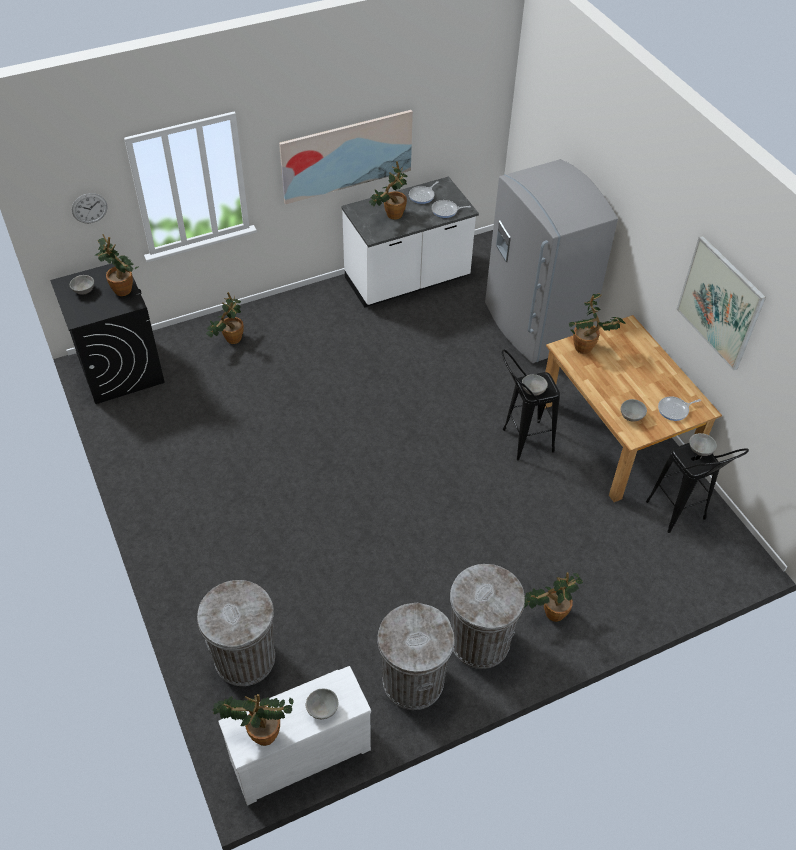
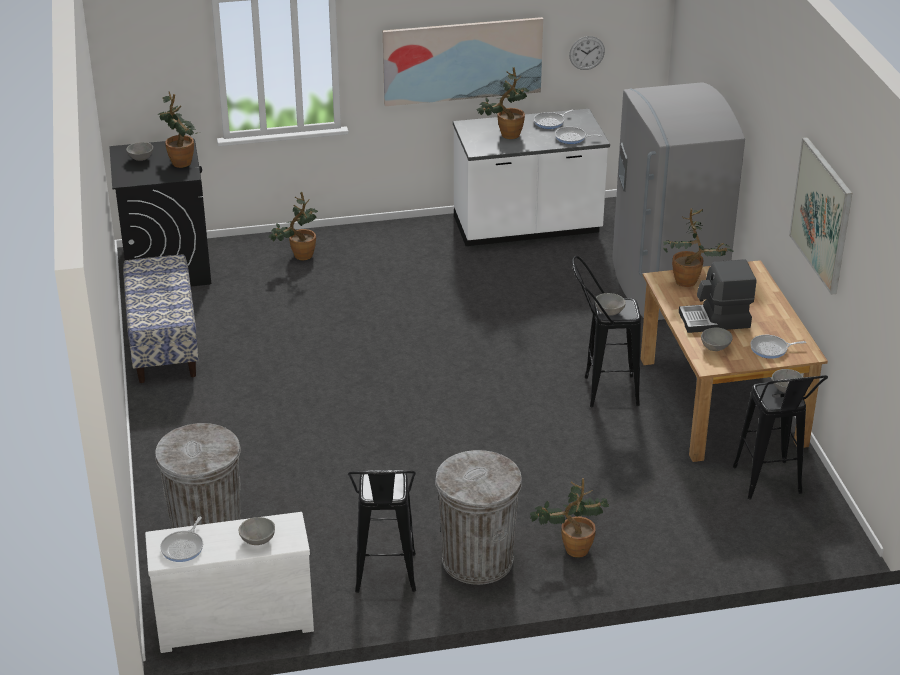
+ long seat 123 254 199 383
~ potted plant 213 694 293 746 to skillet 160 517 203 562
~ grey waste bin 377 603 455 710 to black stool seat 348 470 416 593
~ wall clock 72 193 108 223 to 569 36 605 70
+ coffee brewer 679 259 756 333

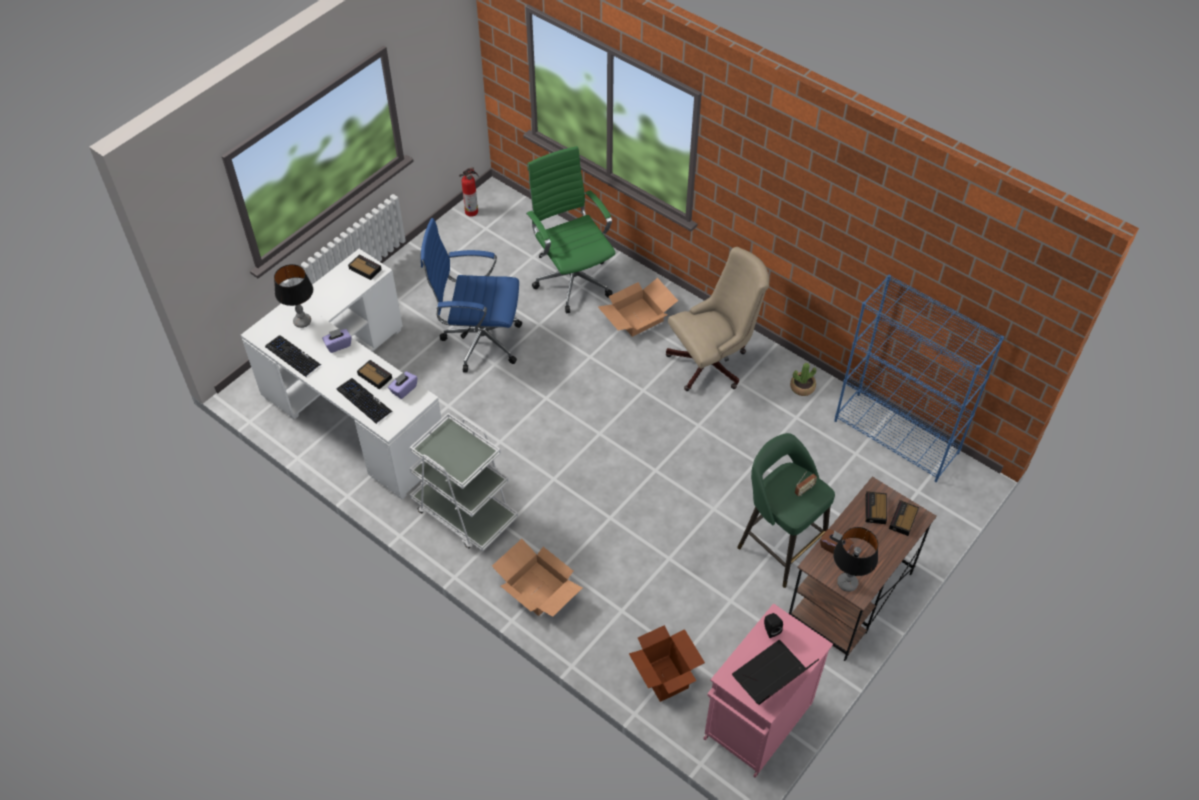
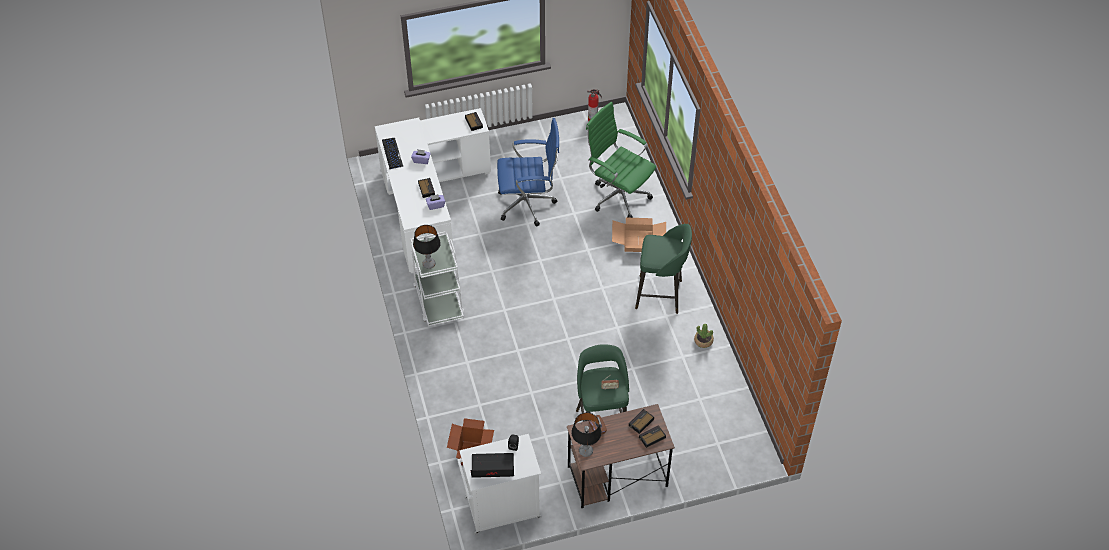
~ table lamp 274 264 313 328 to 413 225 441 269
~ pink-coloured cabinet 703 603 833 778 to white-coloured cabinet 457 434 542 535
~ blue office chair 421 218 522 373 = 497 118 559 226 135 degrees clockwise
~ green-coloured office chair 526 146 615 313 = 586 102 656 218 60 degrees counterclockwise
~ sand-coloured office chair 666 247 769 391 to green-coloured stool seat 635 224 692 314
- keyboard 337 378 393 424
- carton 492 539 583 617
- blue bookshelf 834 275 1004 482

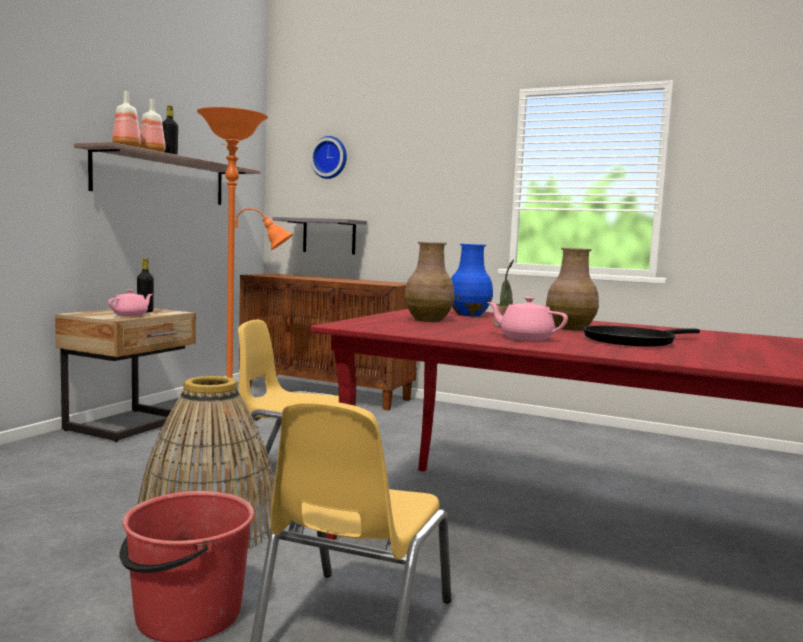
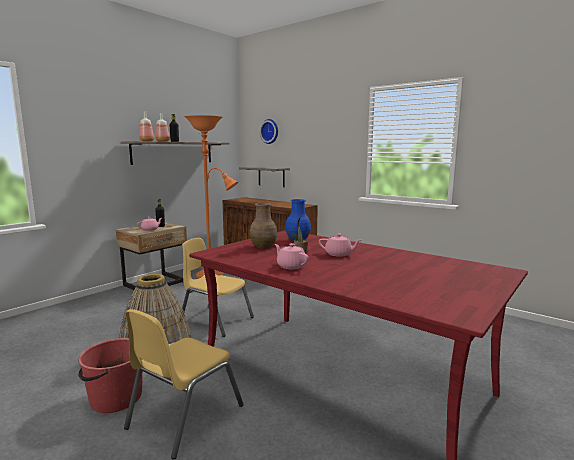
~ brownish flower vase 546 248 599 330 to pink-coloured teapot 319 233 362 256
- black skillet 583 326 700 347

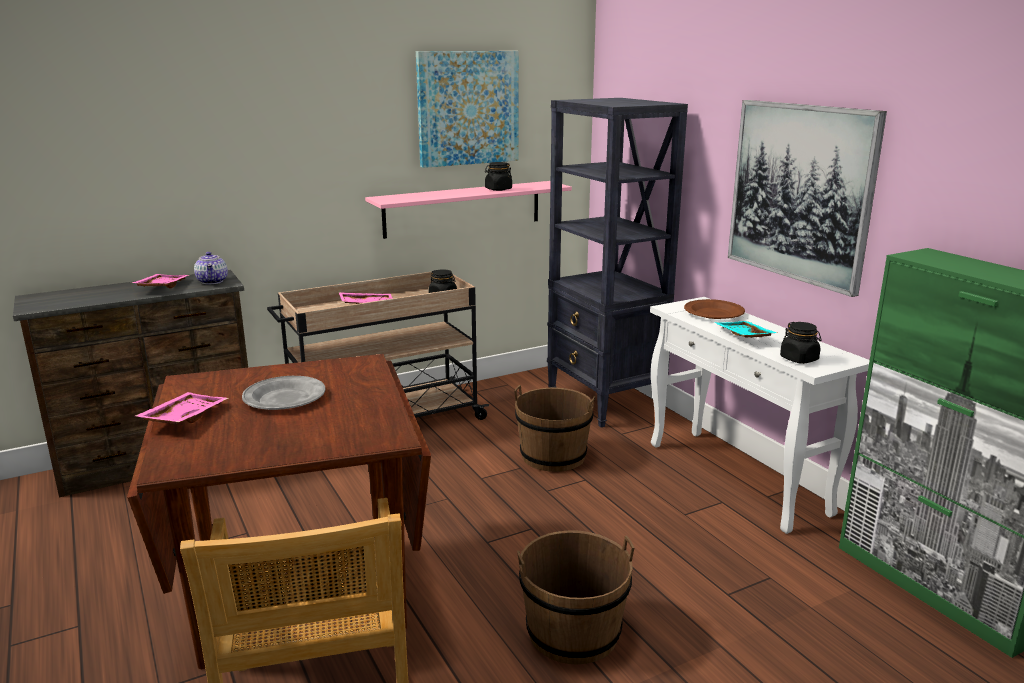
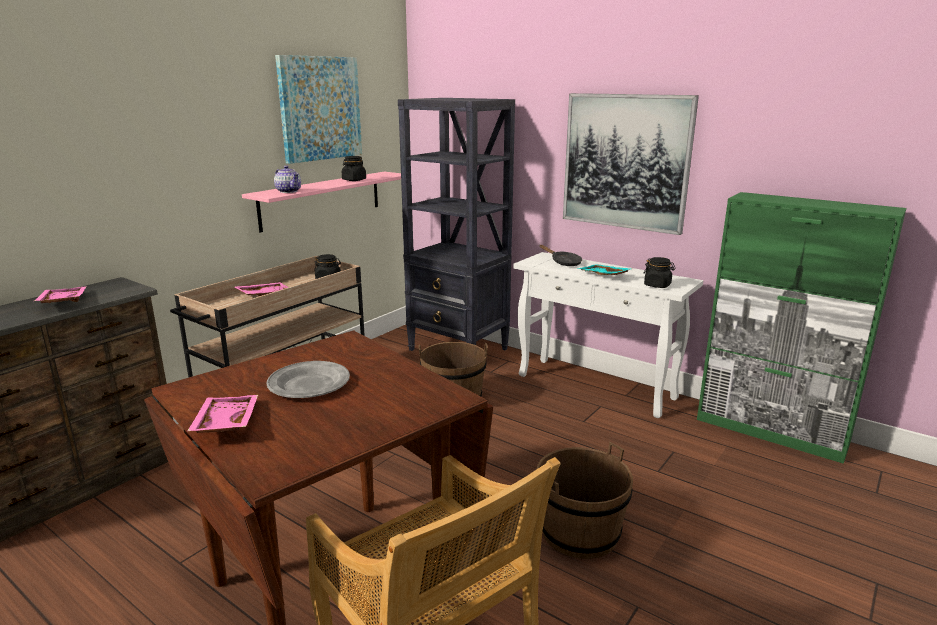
~ teapot 194 252 228 284 to 274 165 301 193
~ brownish plate 684 299 745 319 to black skillet 539 245 582 266

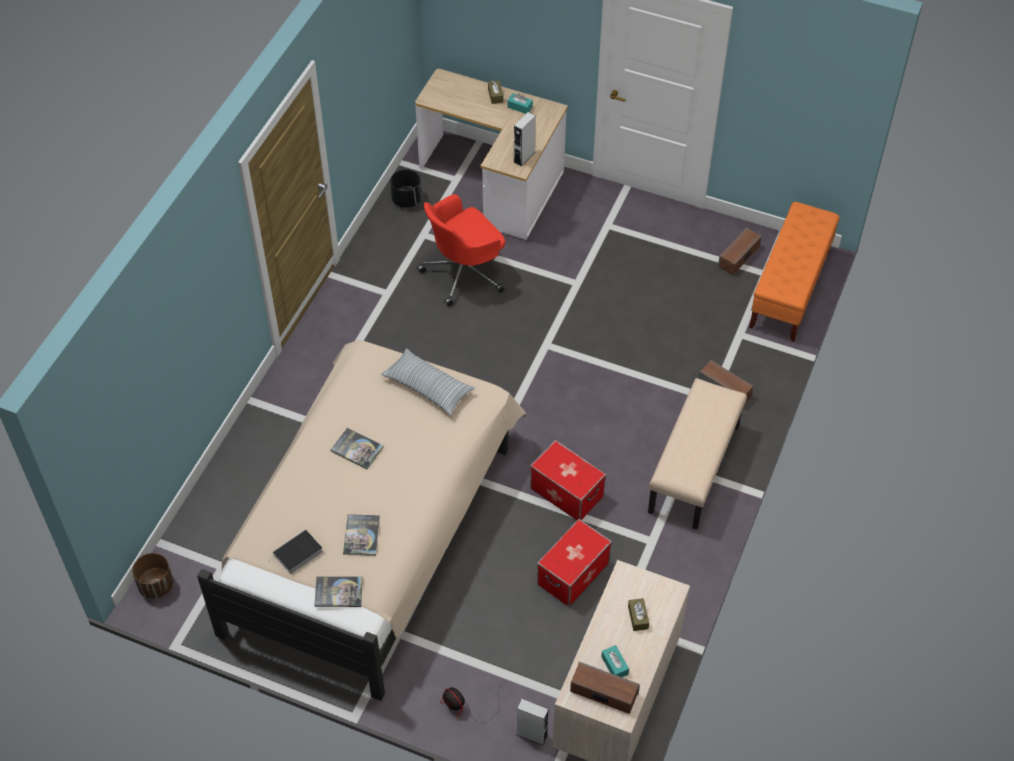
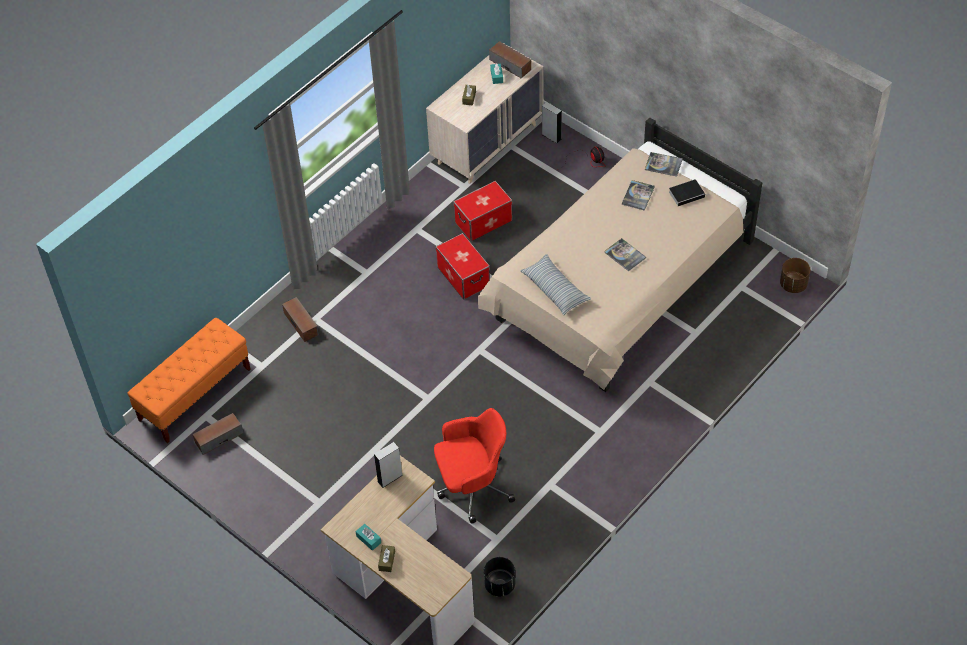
- sand-coloured long seat 648 378 747 530

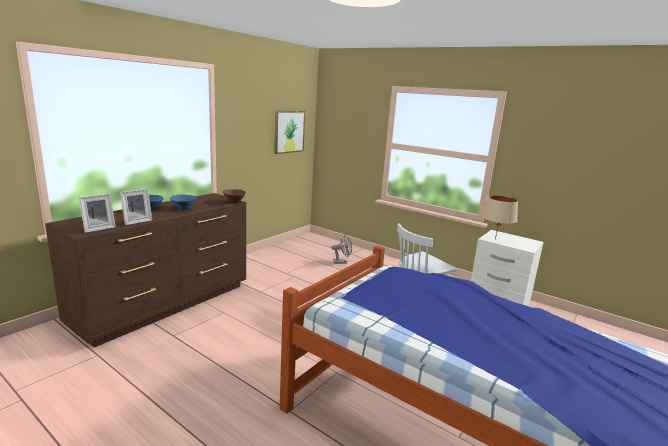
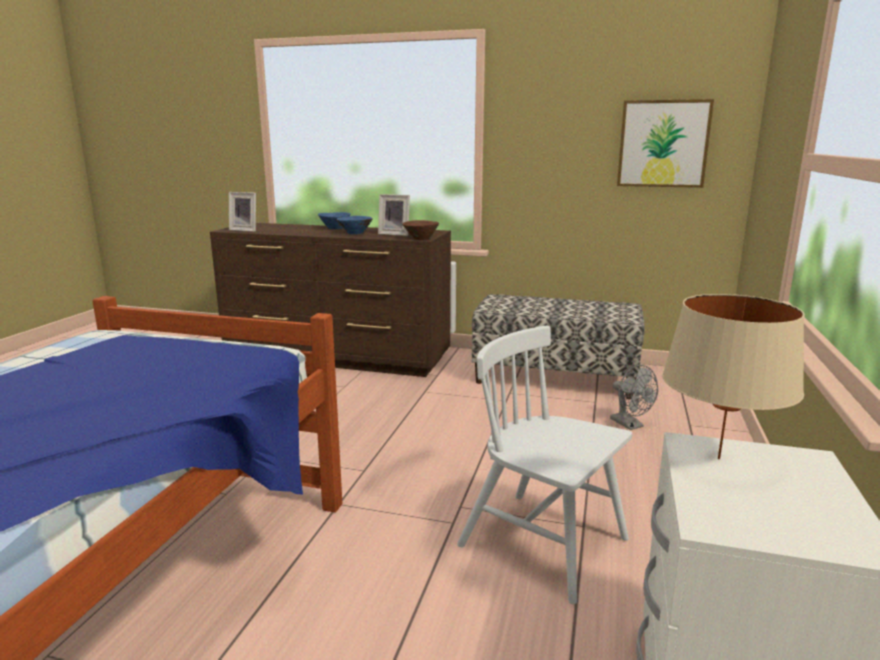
~ picture frame 120 189 152 225 to 378 194 410 236
+ long seat 472 294 645 399

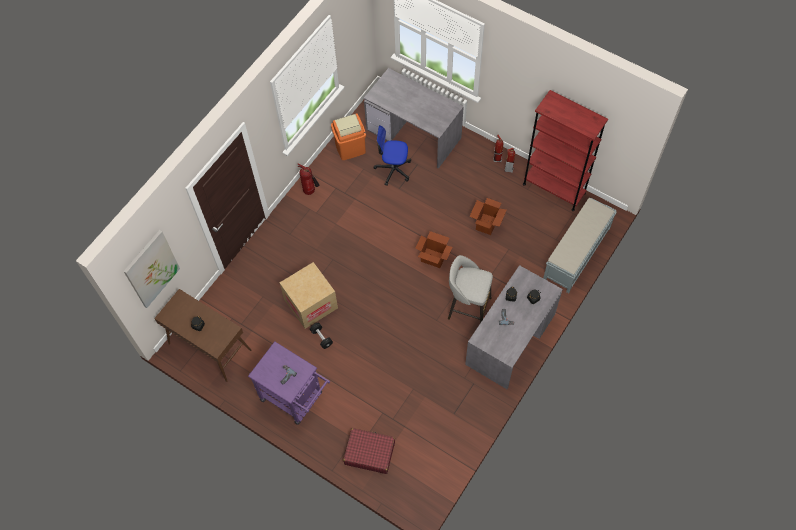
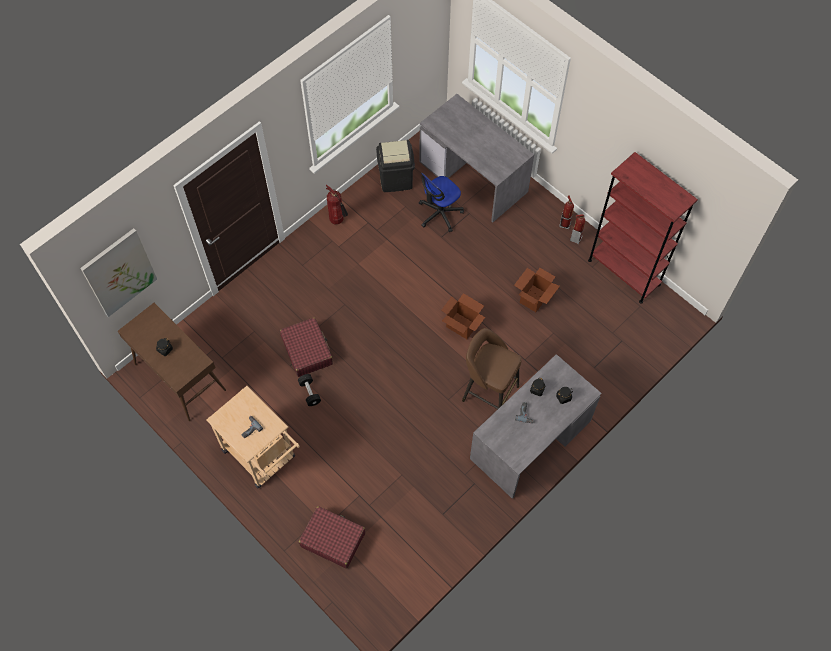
~ purple trolley 248 341 330 425 to sand-coloured trolley 206 386 300 488
~ carton 280 262 338 329 to reddish suitcase 280 317 333 377
~ orangey waste bin 331 113 366 160 to black waste bin 376 140 415 192
~ office chair 374 125 411 186 = 419 173 464 232 60 degrees counterclockwise
~ grey stool seat 448 255 493 323 to brownish stool seat 462 328 522 409
- grey long seat 543 198 617 293

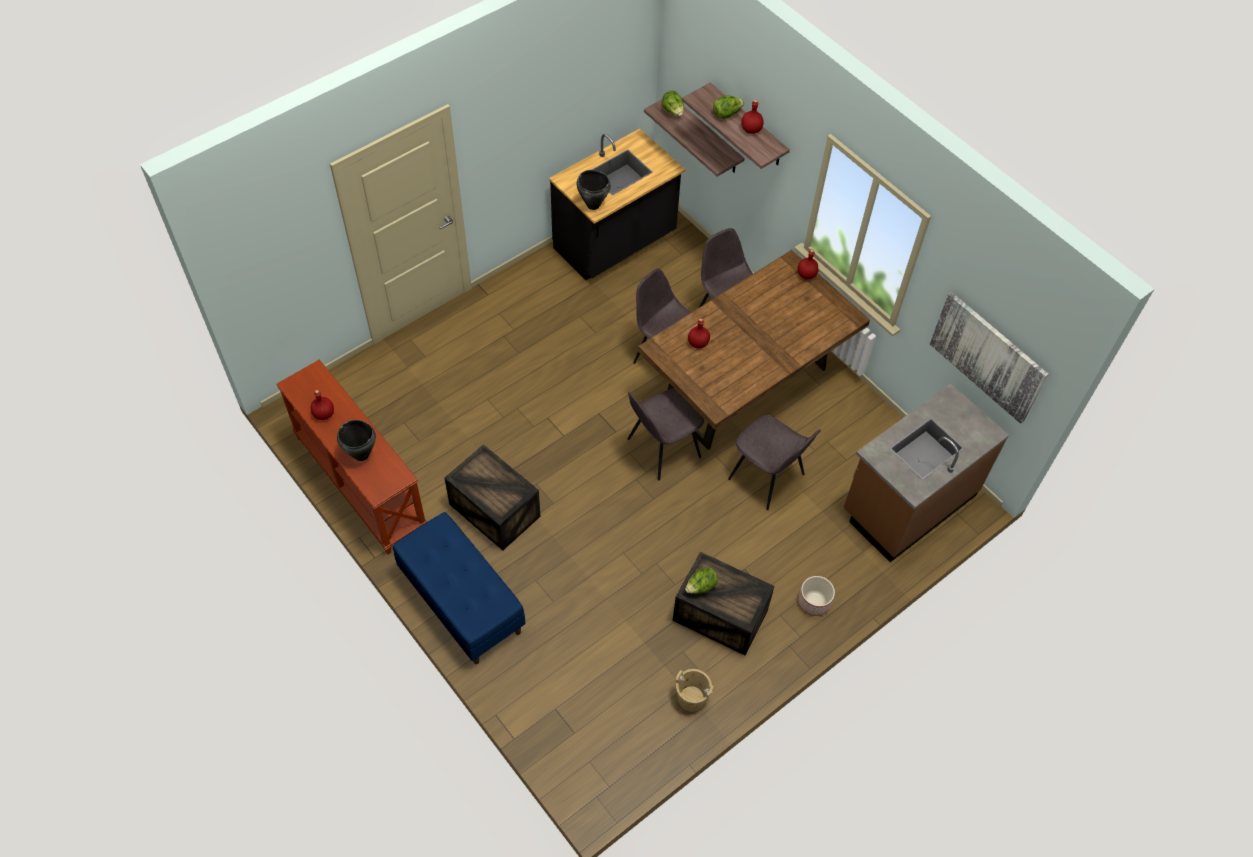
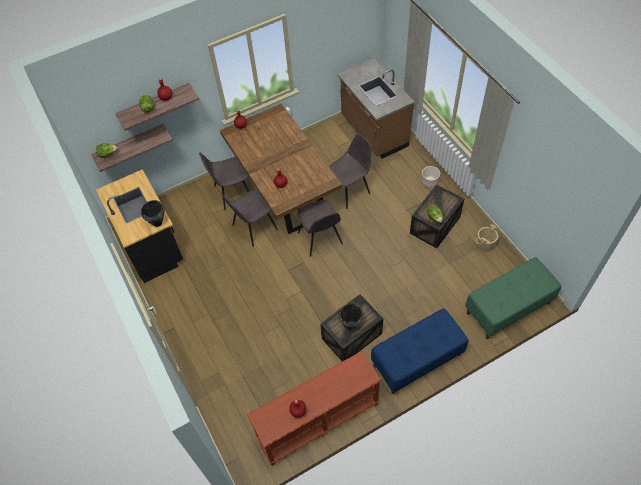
~ black saucepot 337 420 376 461 to 339 304 363 329
+ green-coloured long seat 465 257 561 339
- picture 930 292 1048 424

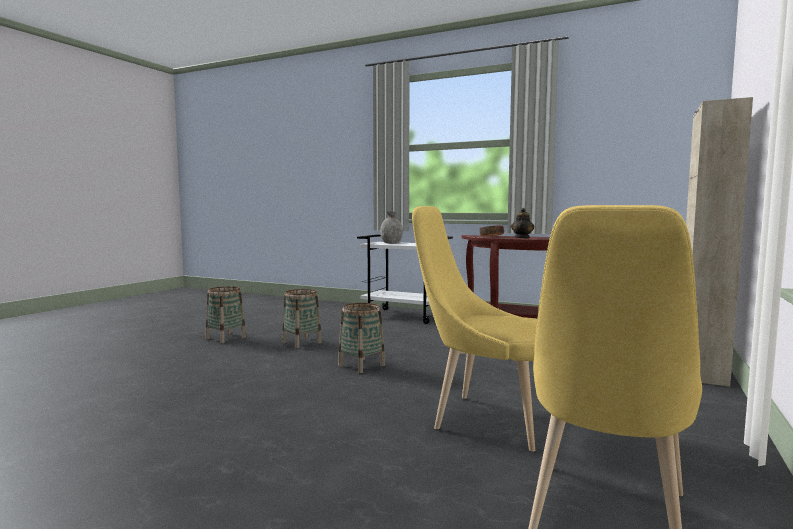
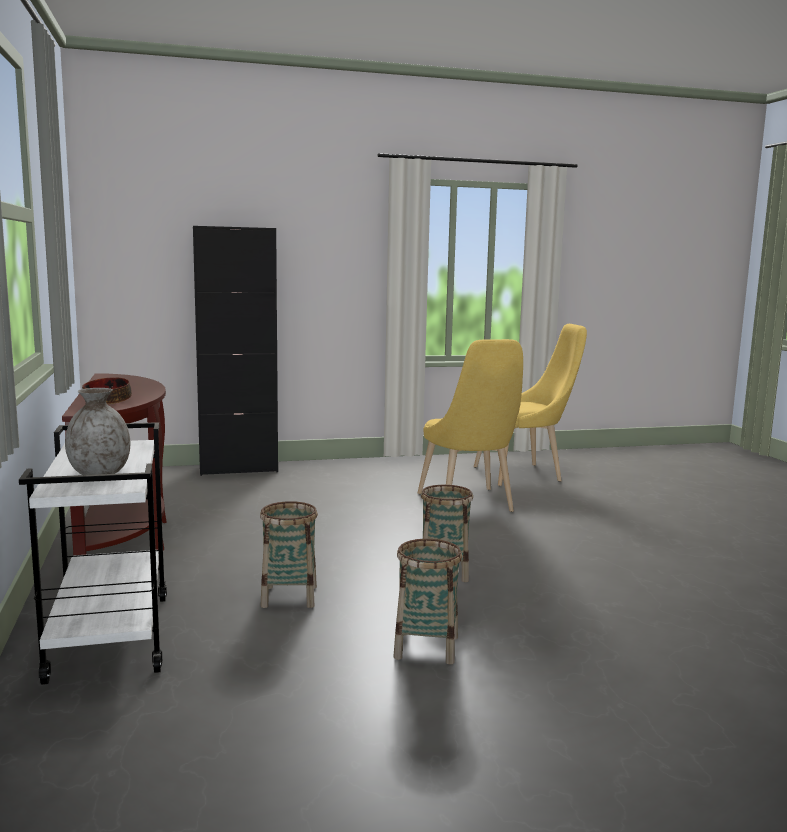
~ sand-coloured cabinet 686 97 753 387 to black cabinet 193 226 278 476
~ storage basket 206 286 246 343 to 260 501 318 608
- teapot 511 208 534 239

